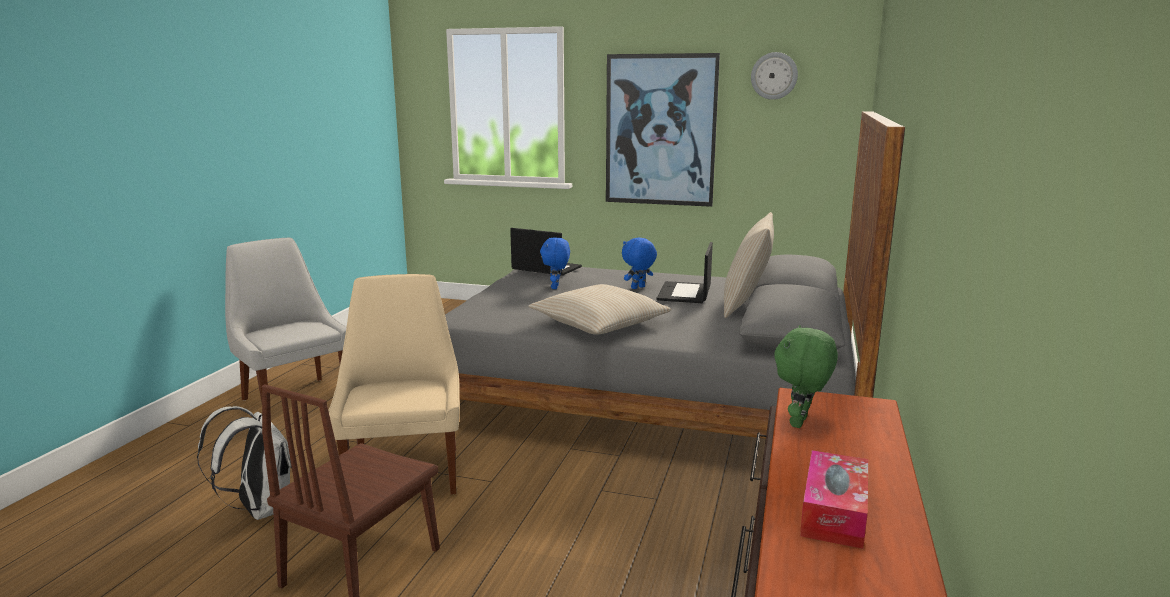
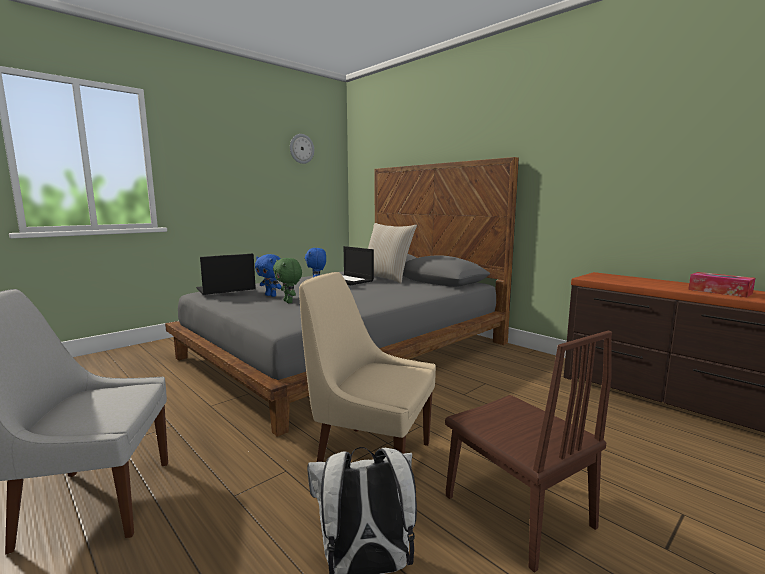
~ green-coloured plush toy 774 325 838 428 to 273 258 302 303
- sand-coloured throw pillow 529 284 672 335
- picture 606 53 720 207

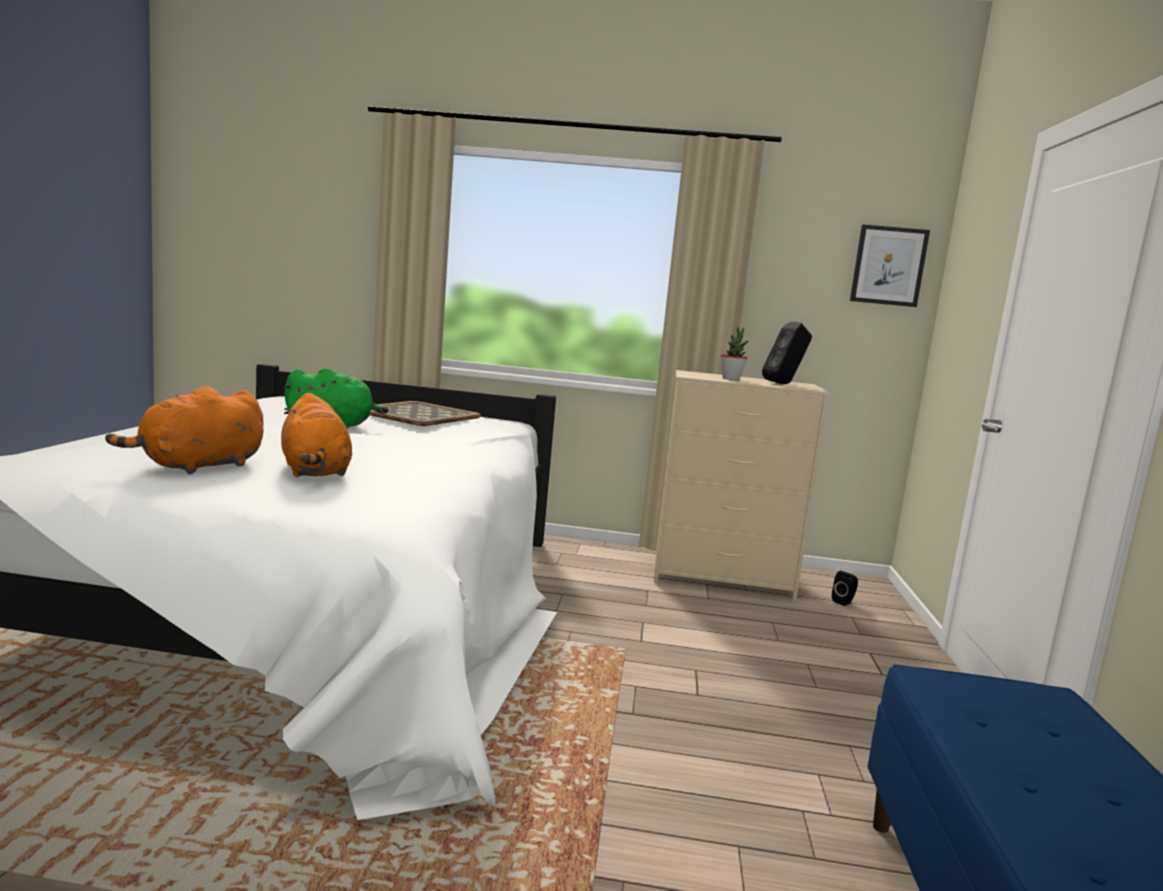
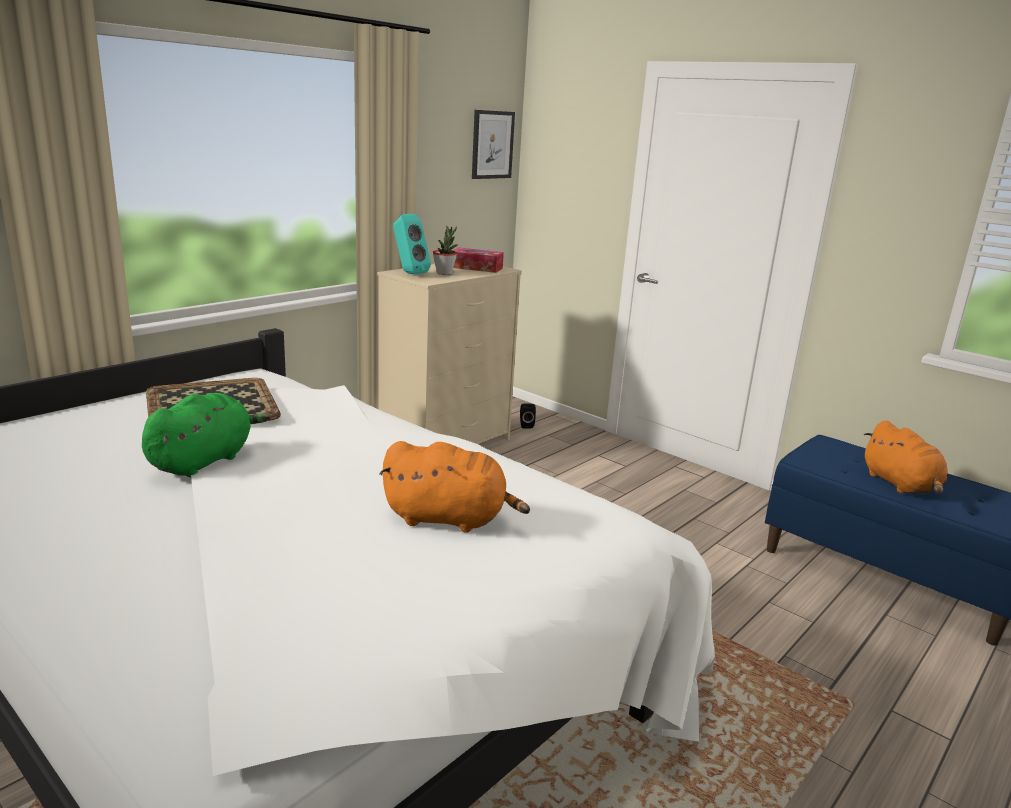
+ blue-green speaker 393 214 431 274
~ black speaker 762 322 812 384 to tissue box 452 248 504 273
~ orangey plush toy 105 386 263 474 to 864 420 948 494

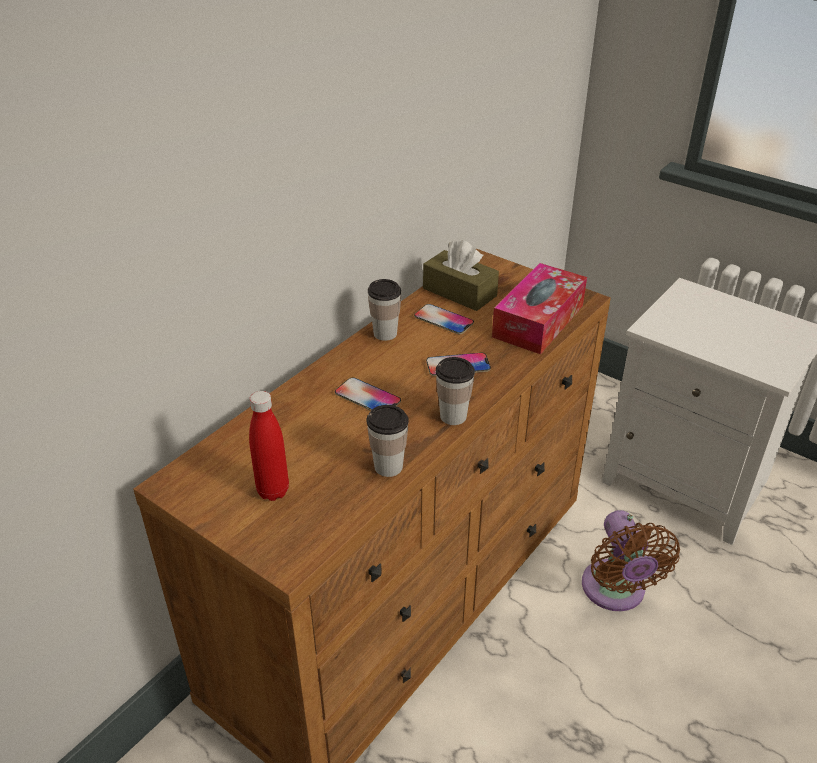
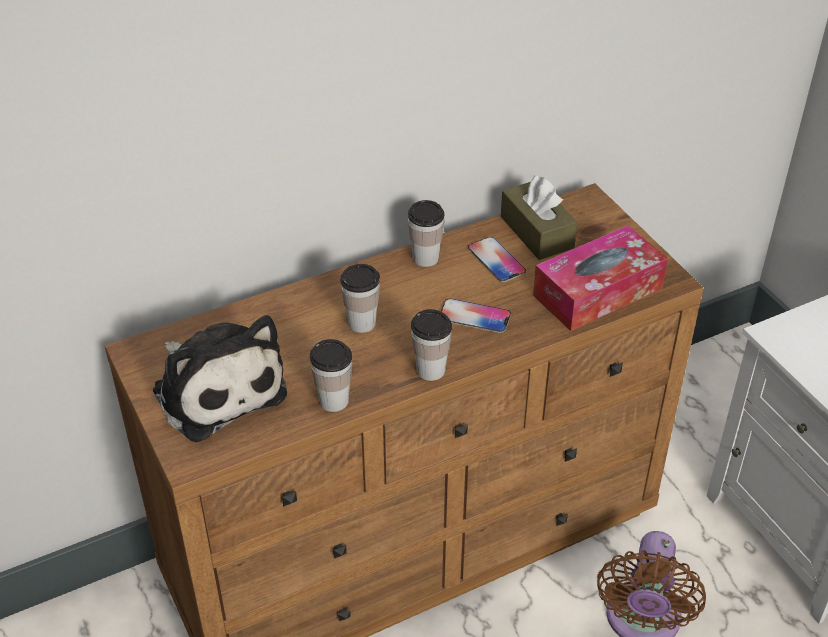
~ reddish drink bottle 249 391 289 501 to plush toy 153 315 287 443
~ telephone 335 377 401 411 to small cup 340 264 380 333

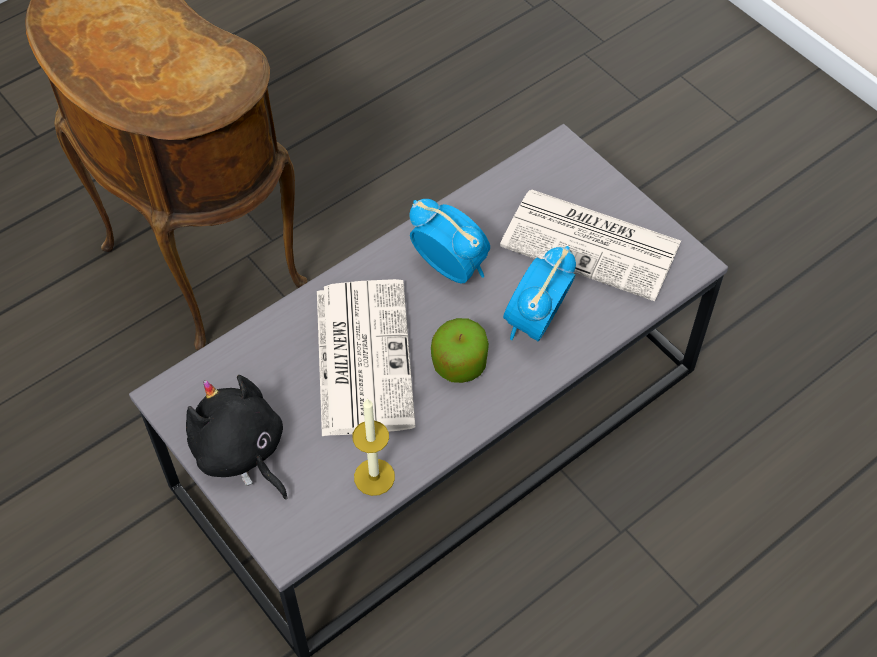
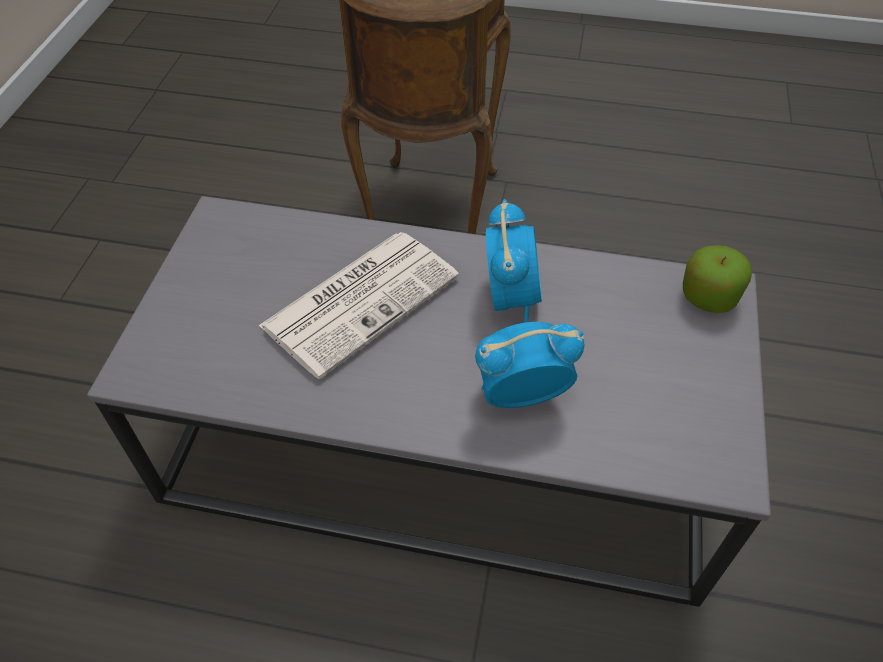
~ whole apple 431 318 489 383 to 683 245 752 313
- black plush toy 186 375 288 500
- candle 353 398 395 496
- printed paper 500 190 681 301

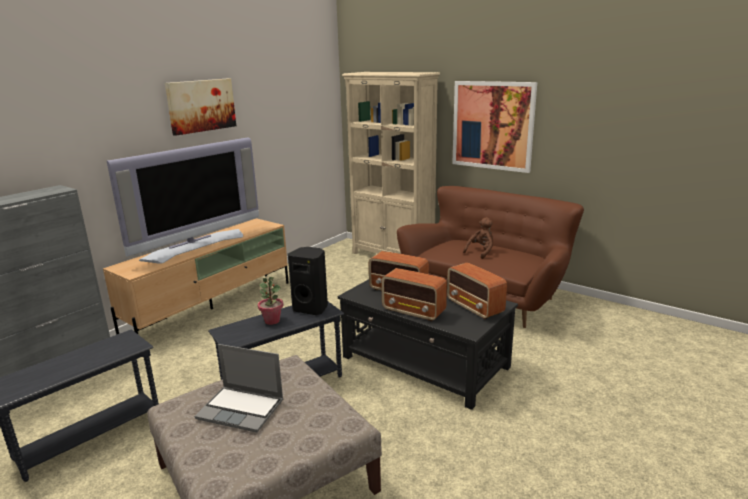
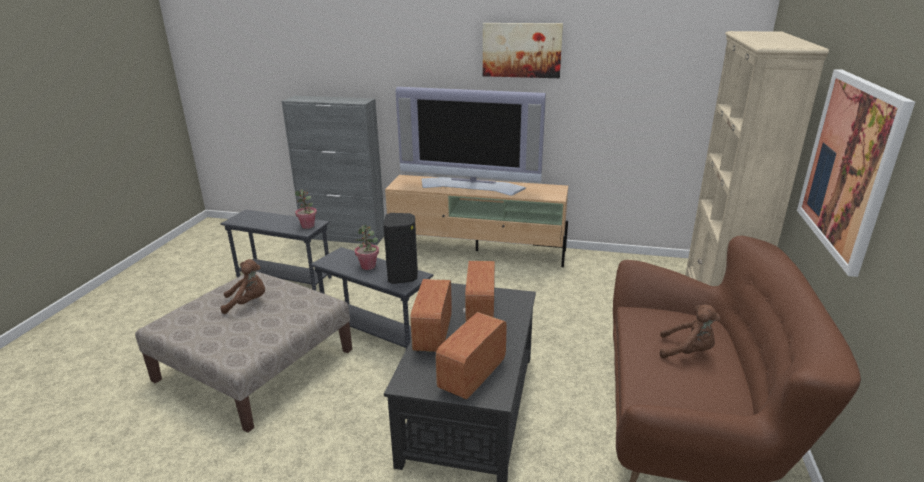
~ notebook computer 194 344 284 433 to brownish plush toy 220 259 265 314
+ potted plant 295 189 317 229

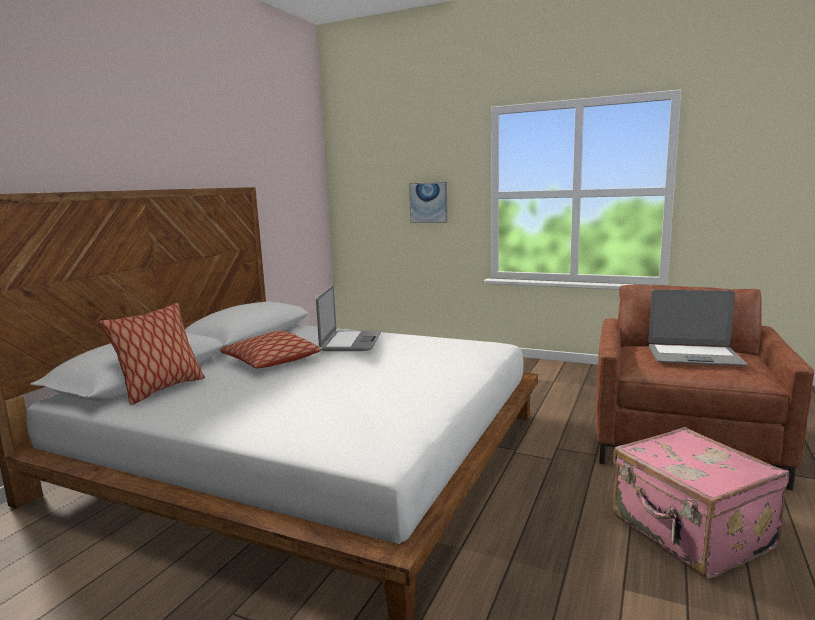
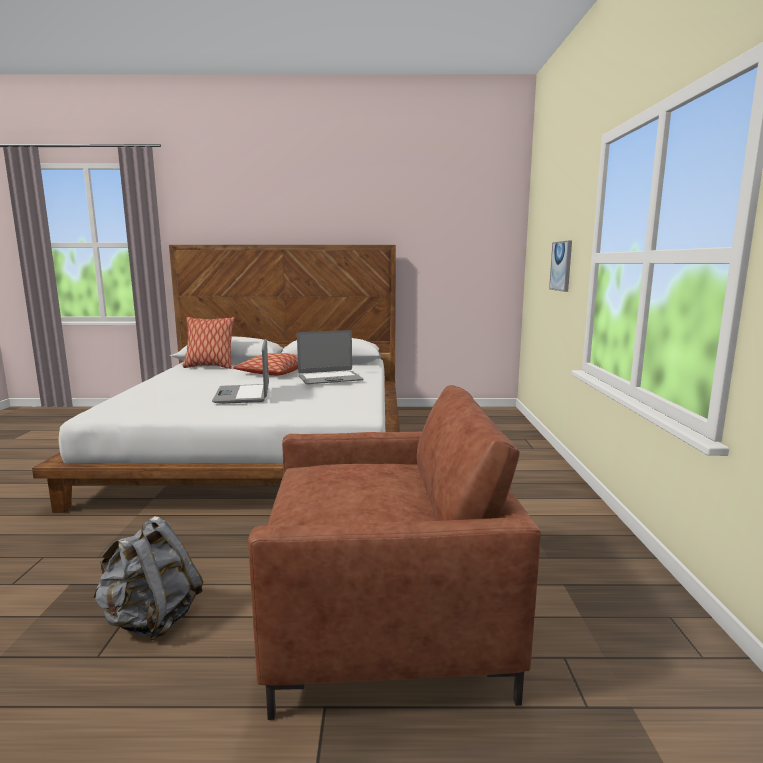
~ pink-coloured suitcase 613 427 789 579 to grey backpack 93 516 203 641
~ notebook computer 648 290 747 366 to 212 339 269 404

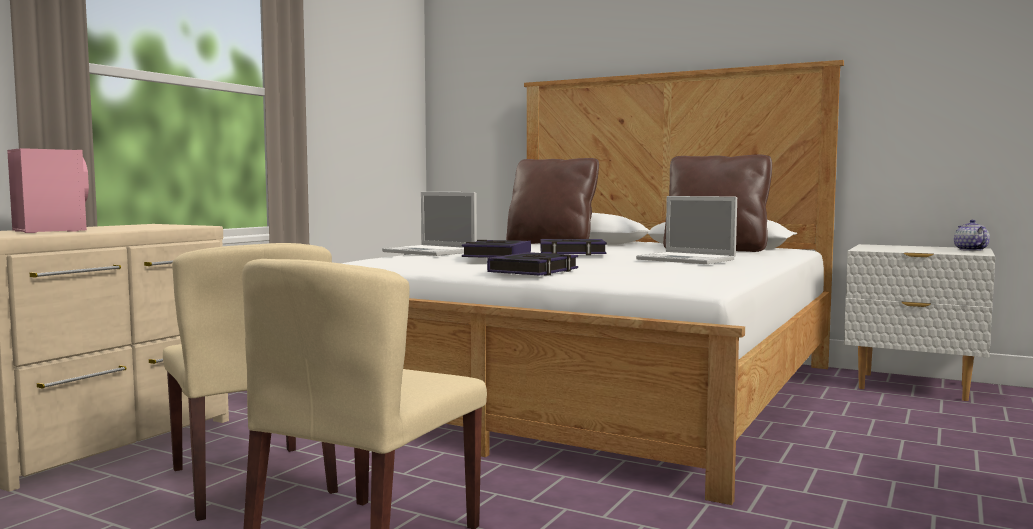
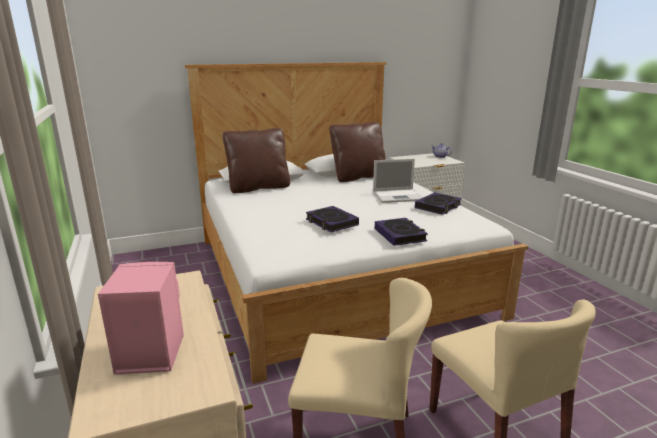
~ volume 540 239 607 255 to 415 192 462 215
- notebook computer 382 192 477 256

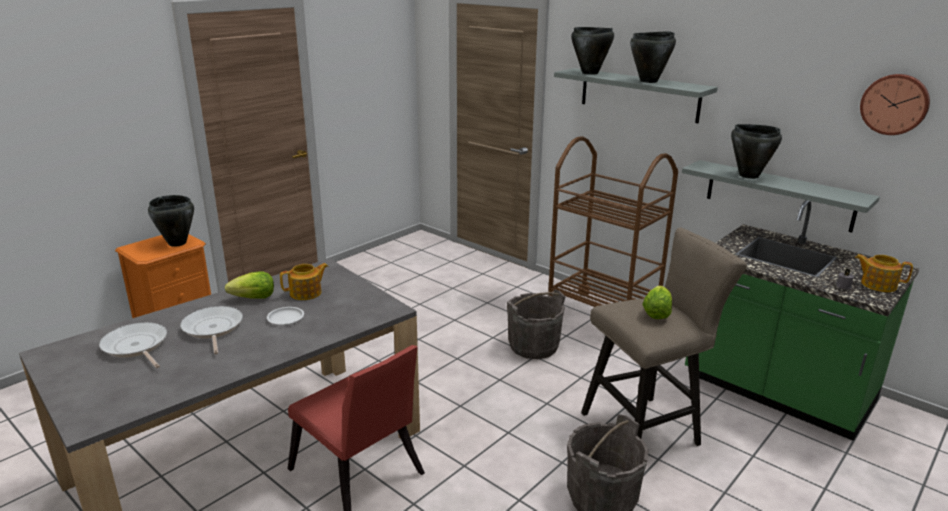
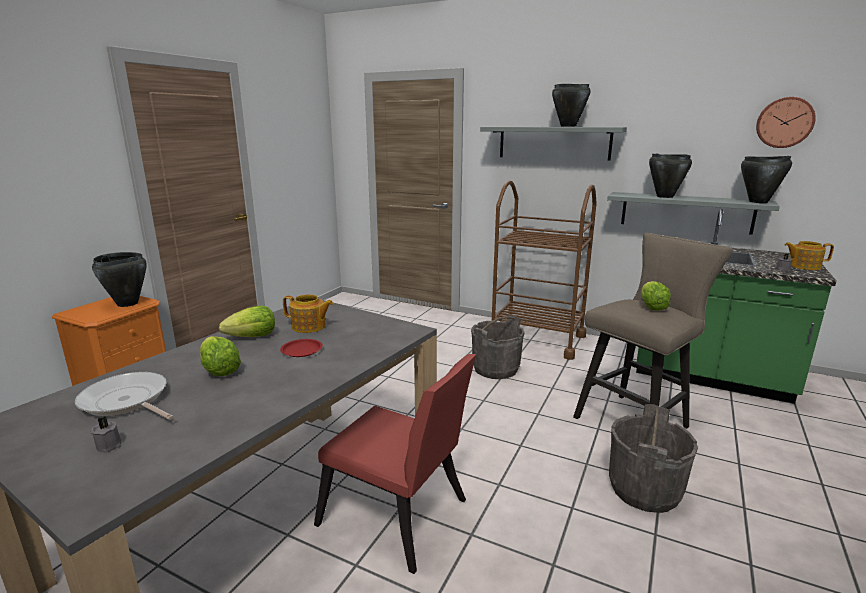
+ grey candle 91 416 122 453
~ skillet 180 306 243 355 to lettuce head 200 336 241 376
~ white-coloured plate 267 307 304 325 to reddish plate 280 339 323 357
~ teapot 280 263 328 300 = 283 294 333 333 60 degrees clockwise
~ black saucepot 571 27 614 75 to 741 156 792 203

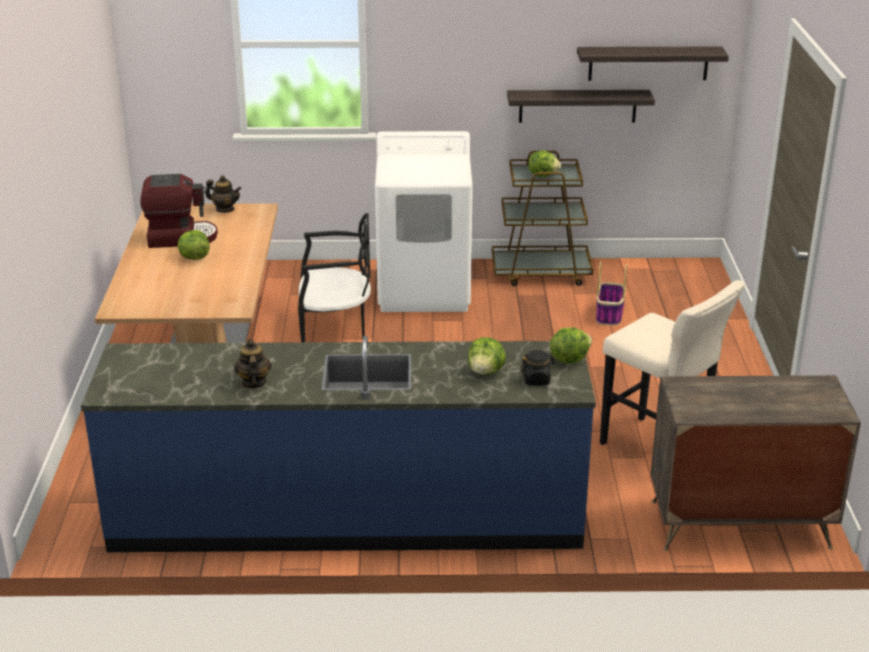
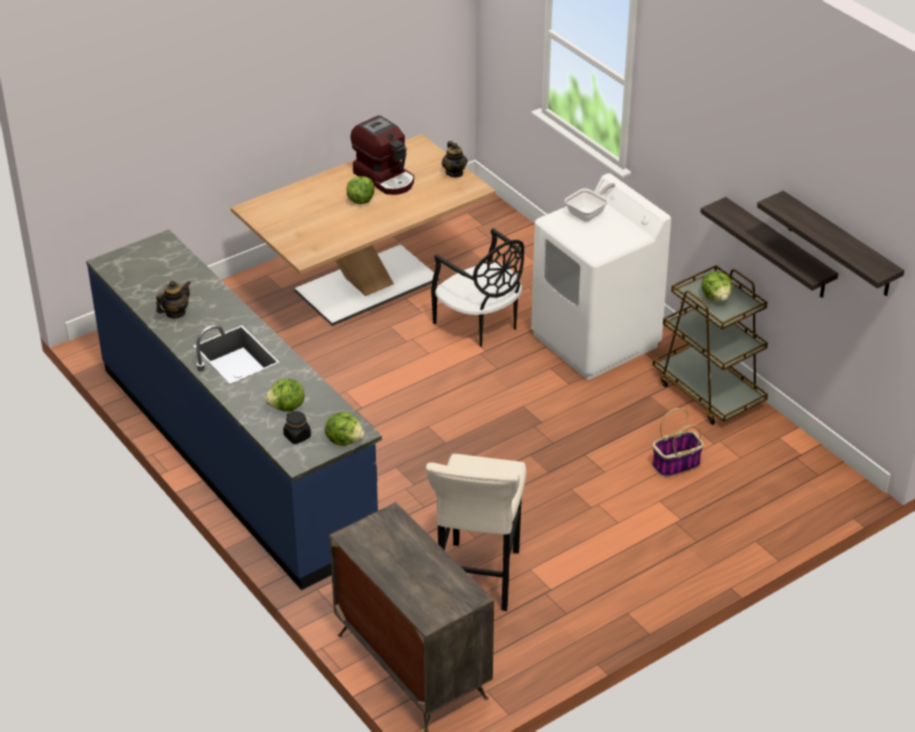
+ skillet 565 183 615 222

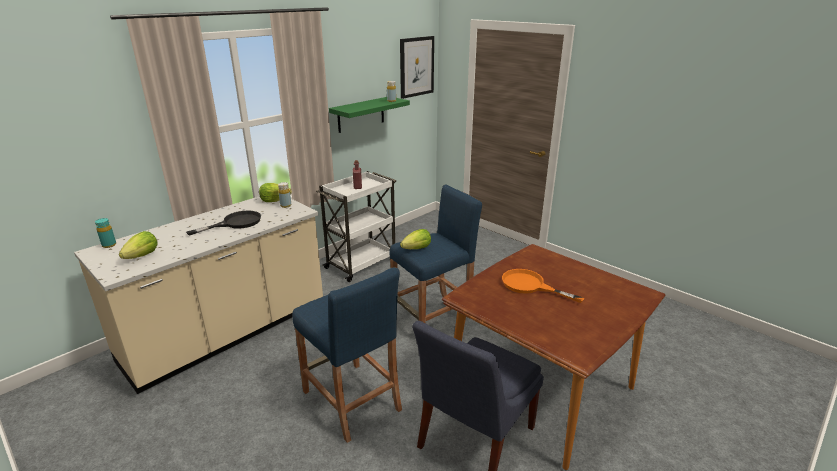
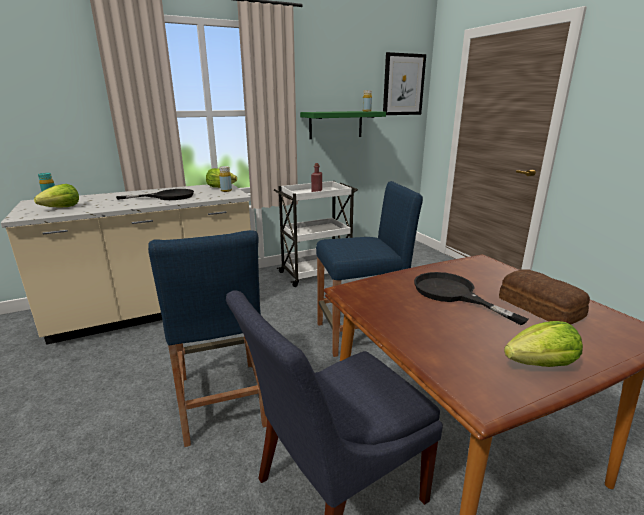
~ orangey skillet 502 269 584 303 to black skillet 414 272 529 325
+ baked bread 499 269 590 324
~ lettuce head 400 229 431 249 to 504 321 583 367

